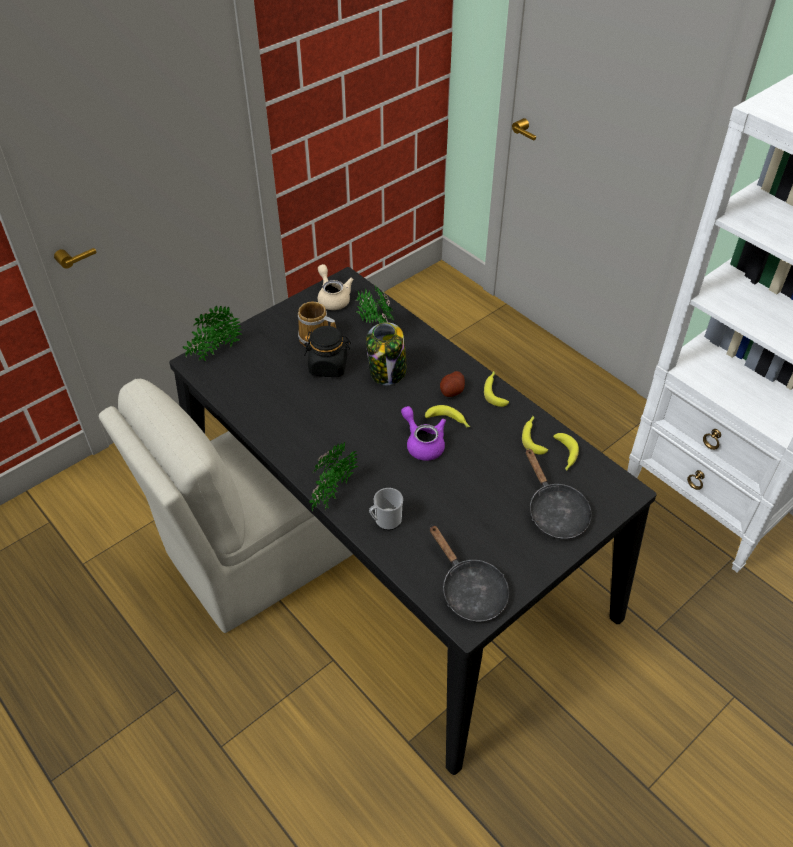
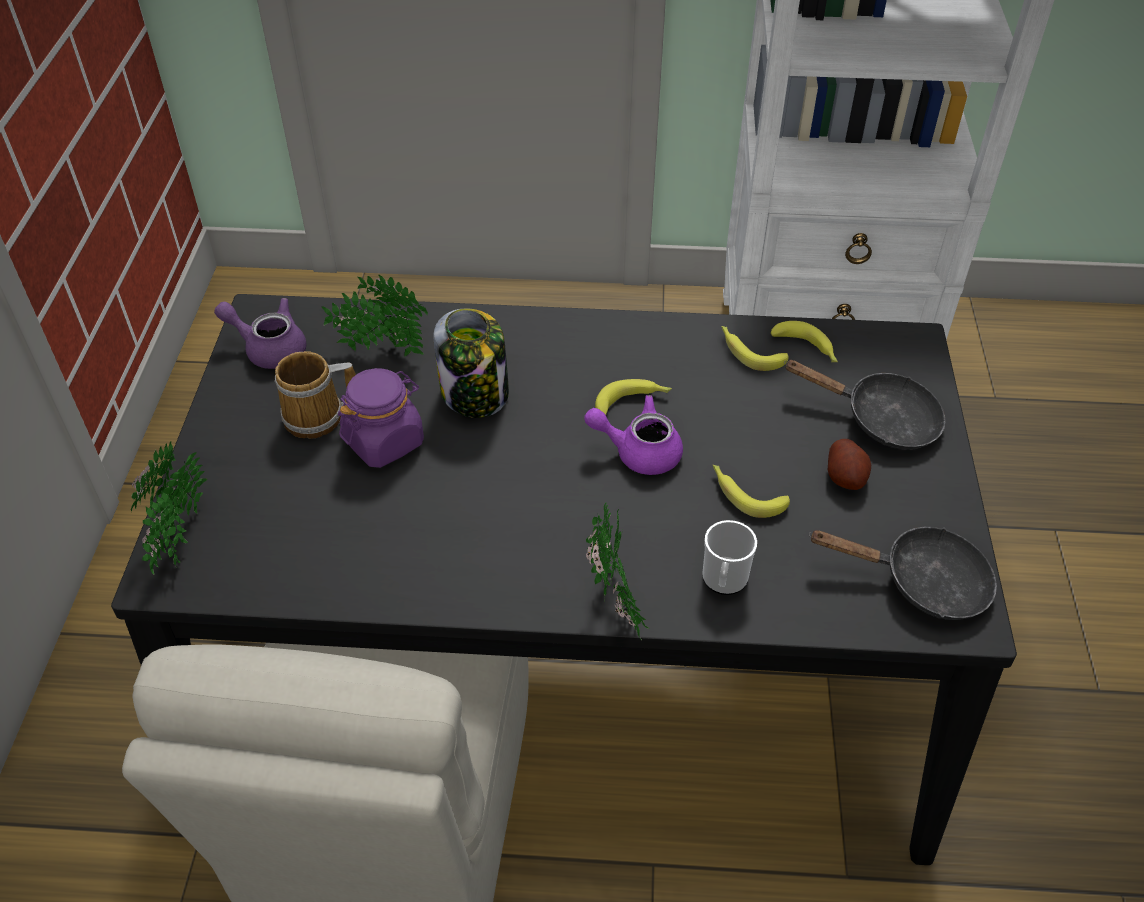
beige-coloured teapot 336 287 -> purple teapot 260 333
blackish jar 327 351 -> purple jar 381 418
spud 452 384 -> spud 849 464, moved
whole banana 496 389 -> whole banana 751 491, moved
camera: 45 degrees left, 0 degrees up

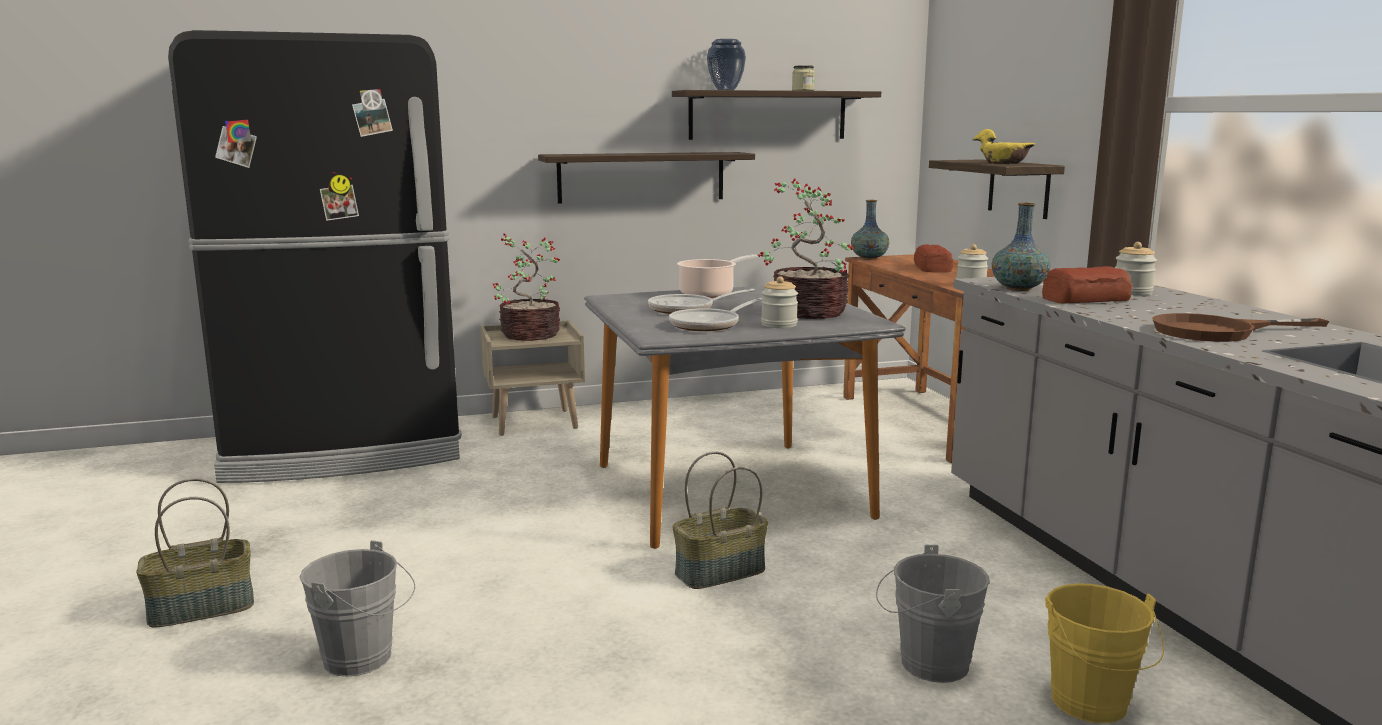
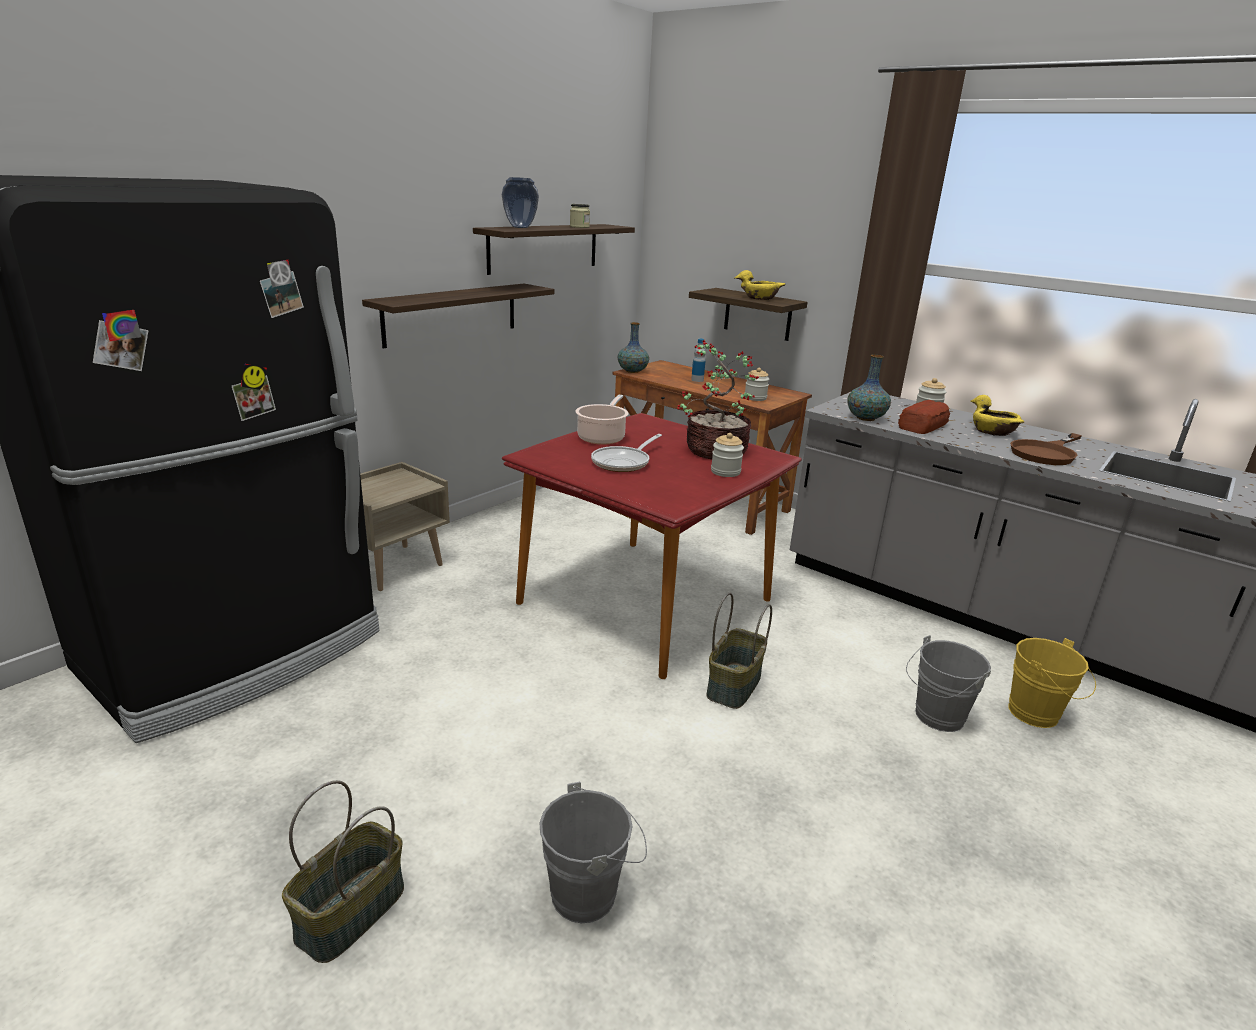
potted plant 526 287 -> none
bread 934 258 -> drink bottle 698 360
greyish kitchen table 745 417 -> reddish kitchen table 652 546
frying pan 716 314 -> none
none -> yellowish serving bowl 997 415
camera: 35 degrees left, 10 degrees up

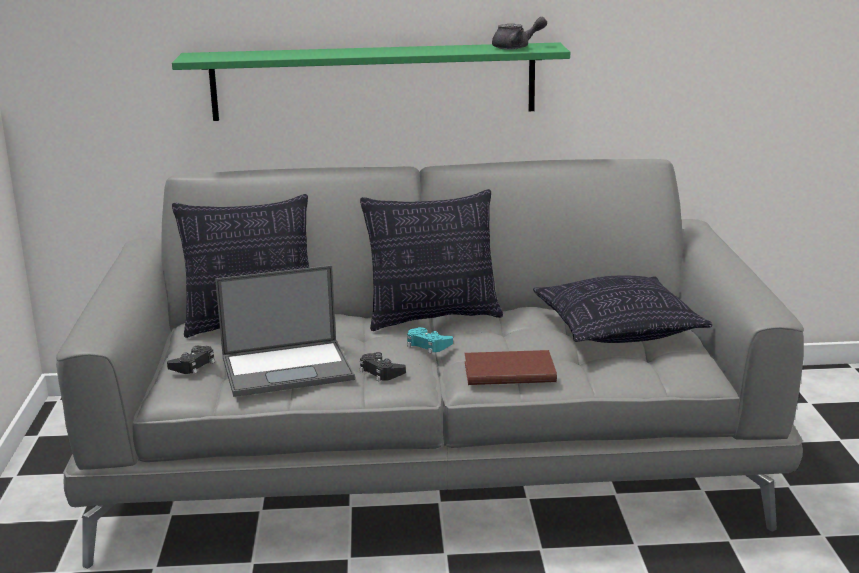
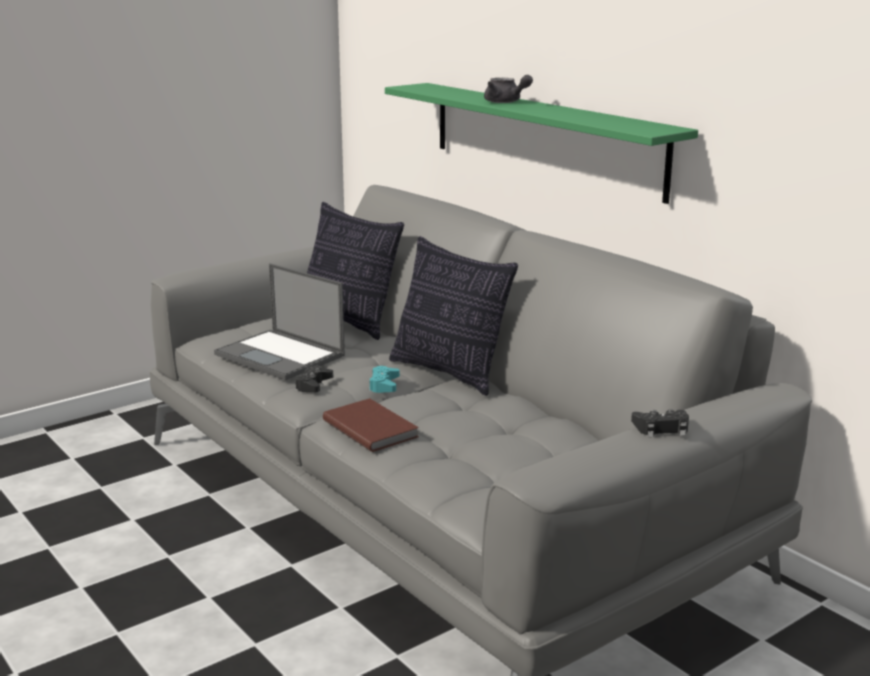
greyish teapot 519 33 -> greyish teapot 508 89, moved
cushion 622 309 -> none
blackish game controller 191 360 -> blackish game controller 660 423, moved
camera: 55 degrees right, 0 degrees up

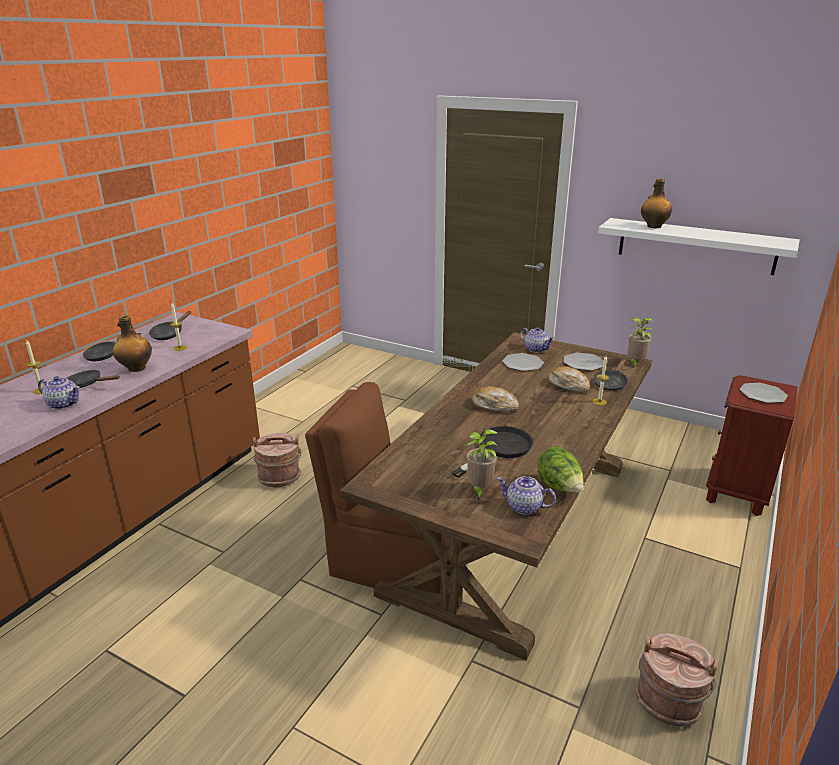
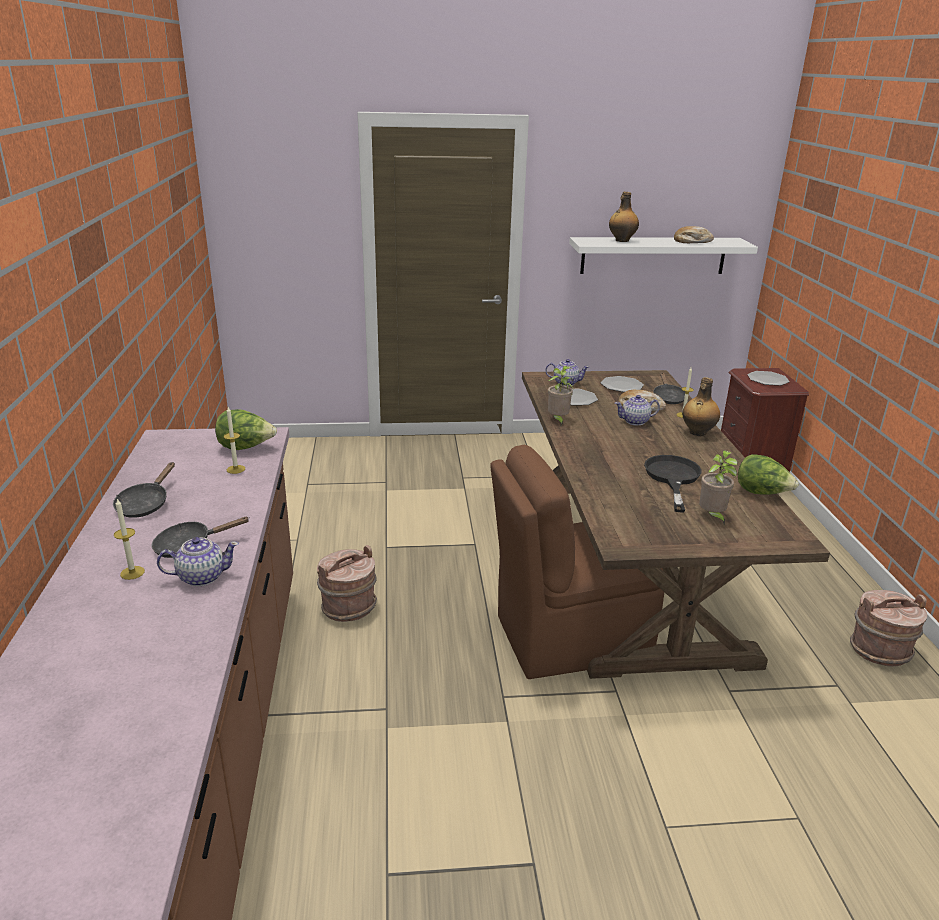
blackish frying pan 170 325 -> none
drink bottle 132 343 -> drink bottle 701 406, moved
potted plant 641 342 -> potted plant 560 395, moved
bread 495 399 -> bread 694 234, moved
teapot 526 495 -> teapot 637 410, moved
none -> head of lettuce 246 429
camera: 35 degrees left, 0 degrees up

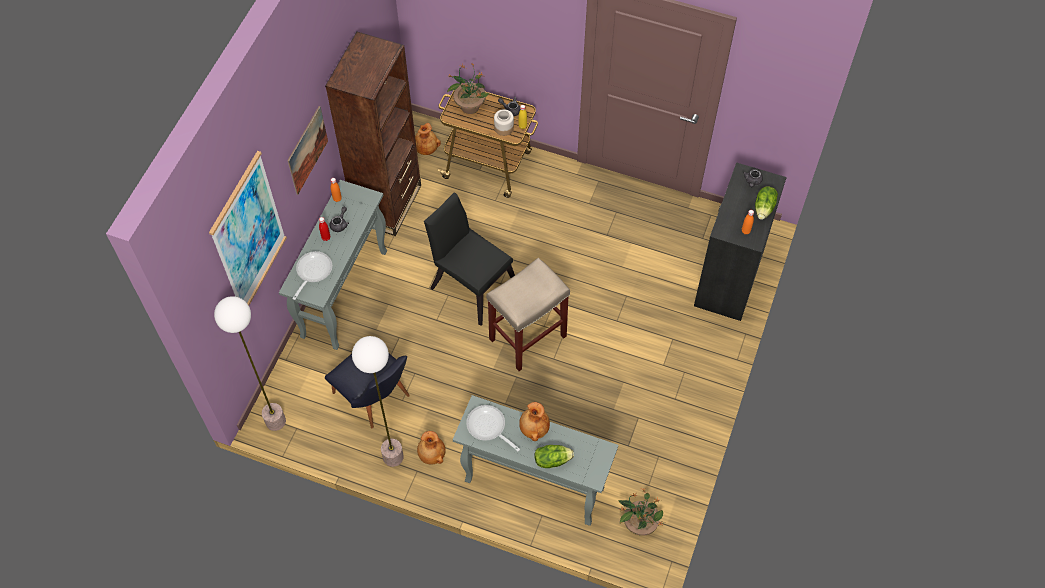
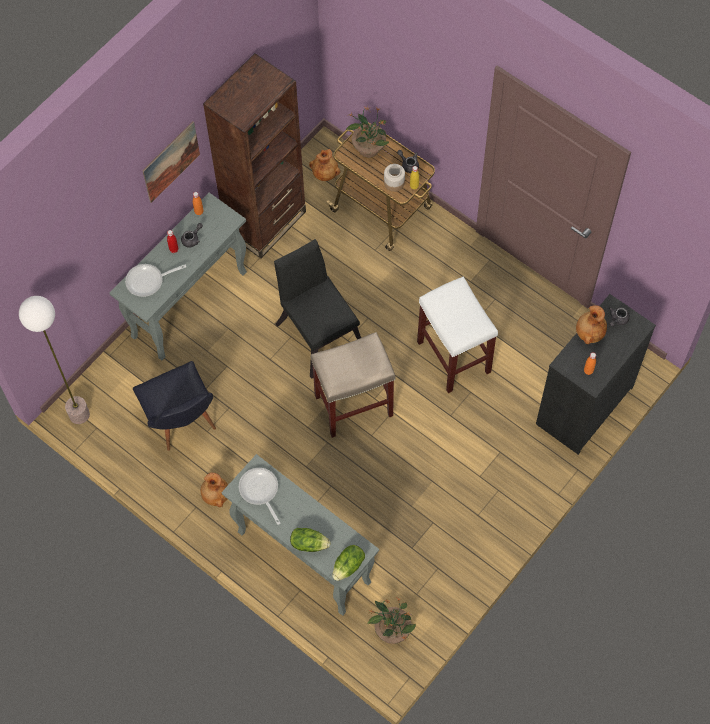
picture 248 228 -> none
head of lettuce 766 203 -> head of lettuce 348 563, moved
frying pan 312 275 -> frying pan 155 280, 150 degrees counterclockwise
standing lamp 378 401 -> none
brownish vase 534 421 -> brownish vase 591 324, moved
none -> white stool seat 457 334
camera: 20 degrees right, 5 degrees up

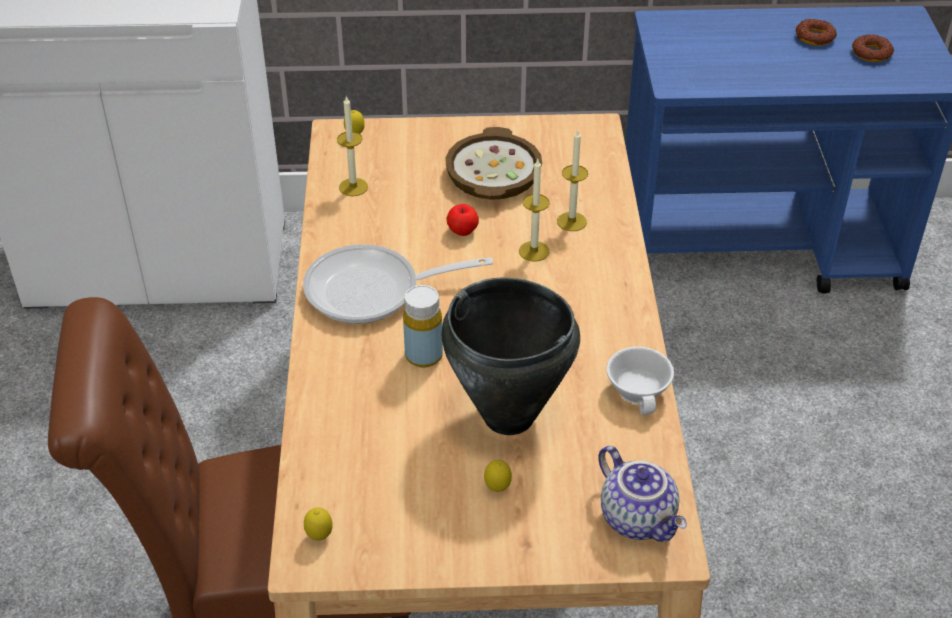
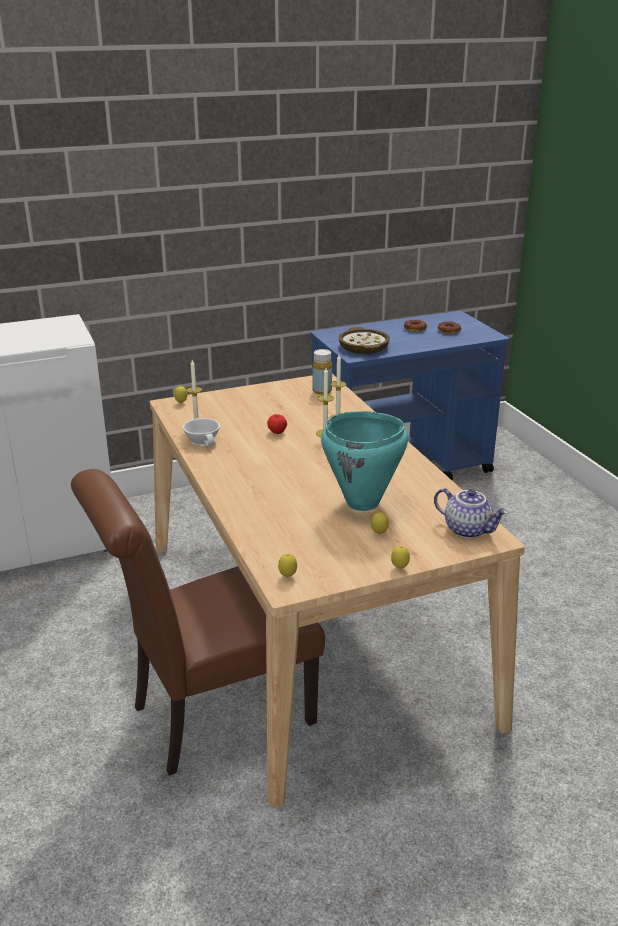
serving bowl 494 163 -> serving bowl 364 340, moved
frying pan 398 284 -> none
blackish stockpot 511 356 -> turquoise stockpot 364 461
yellowish drink bottle 423 326 -> yellowish drink bottle 322 372, moved
white cup 640 381 -> white cup 201 432, moved
none -> citrus fruit 400 557
camera: 20 degrees left, 15 degrees down

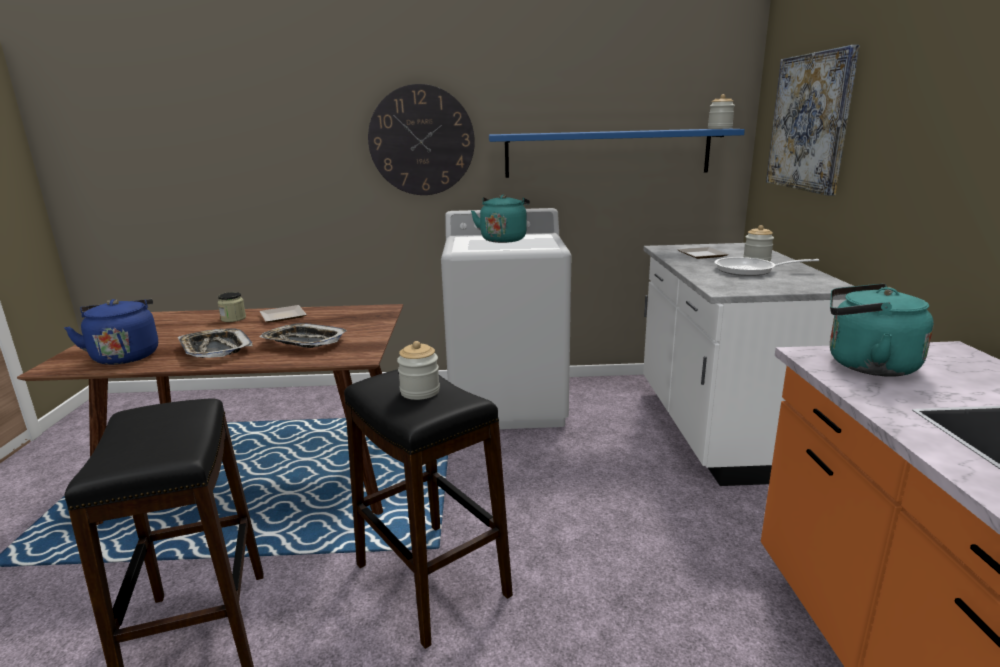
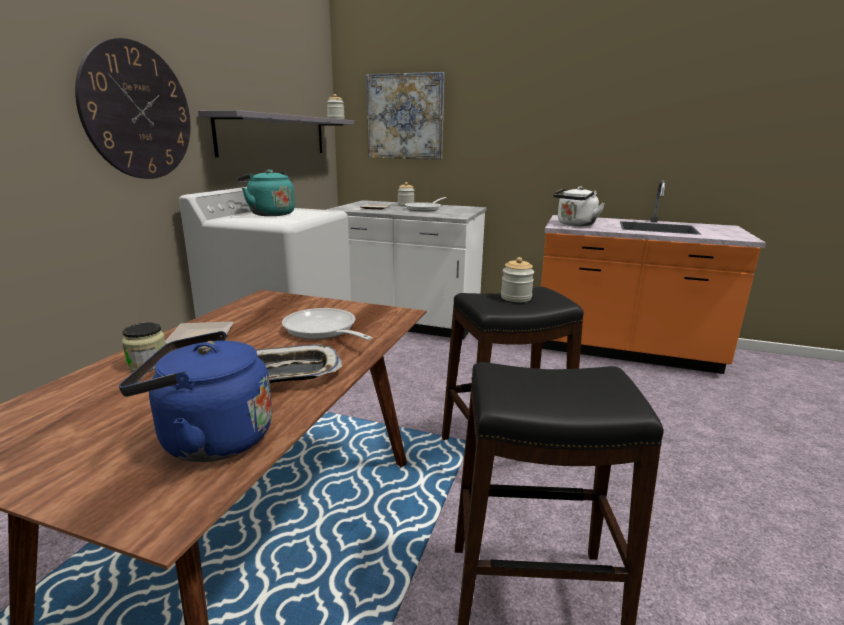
bluish wall shelf 617 153 -> greyish wall shelf 276 133
turquoise water kettle 882 330 -> white water kettle 579 206
serving tray 303 335 -> frying pan 327 324
camera: 70 degrees left, 0 degrees up

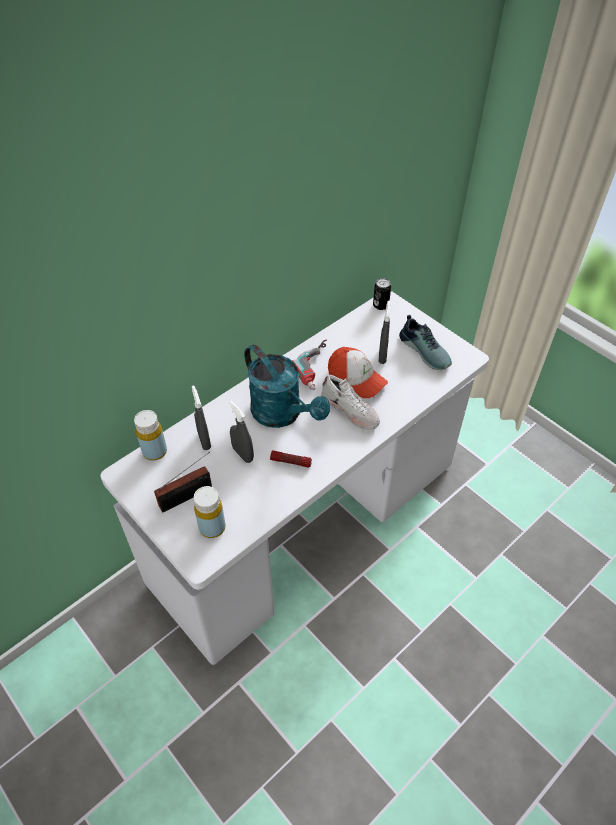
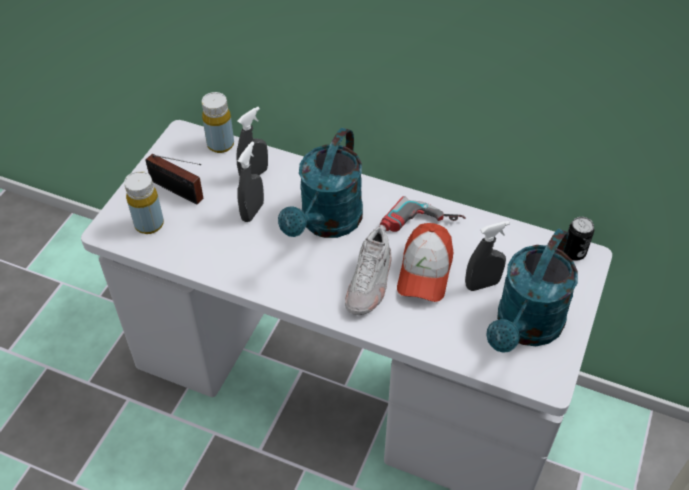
shoe 425 342 -> turquoise watering pot 532 290
torch 291 459 -> none
camera: 65 degrees right, 0 degrees up

